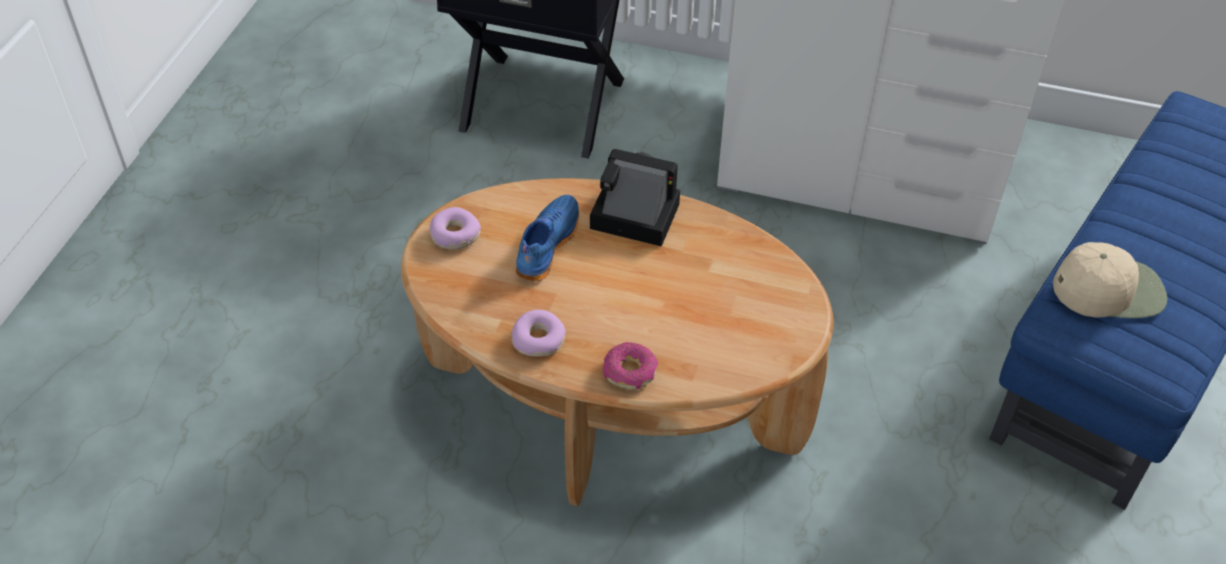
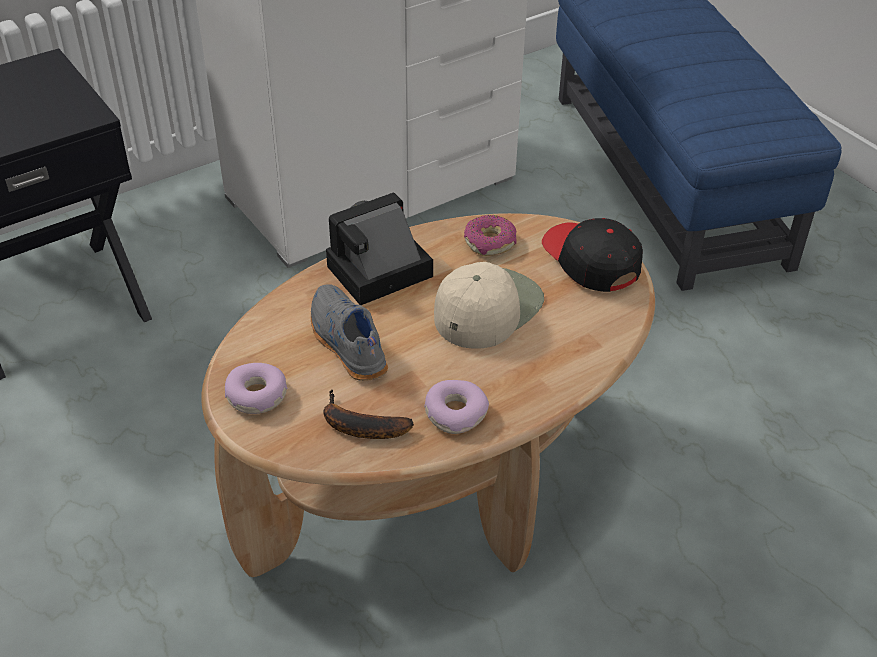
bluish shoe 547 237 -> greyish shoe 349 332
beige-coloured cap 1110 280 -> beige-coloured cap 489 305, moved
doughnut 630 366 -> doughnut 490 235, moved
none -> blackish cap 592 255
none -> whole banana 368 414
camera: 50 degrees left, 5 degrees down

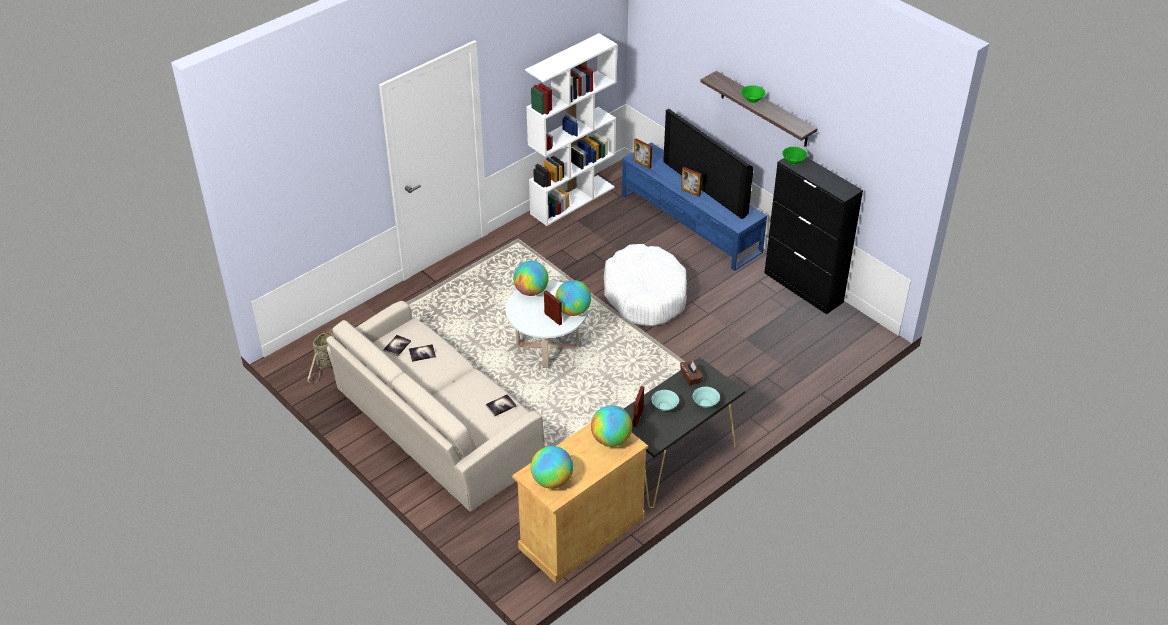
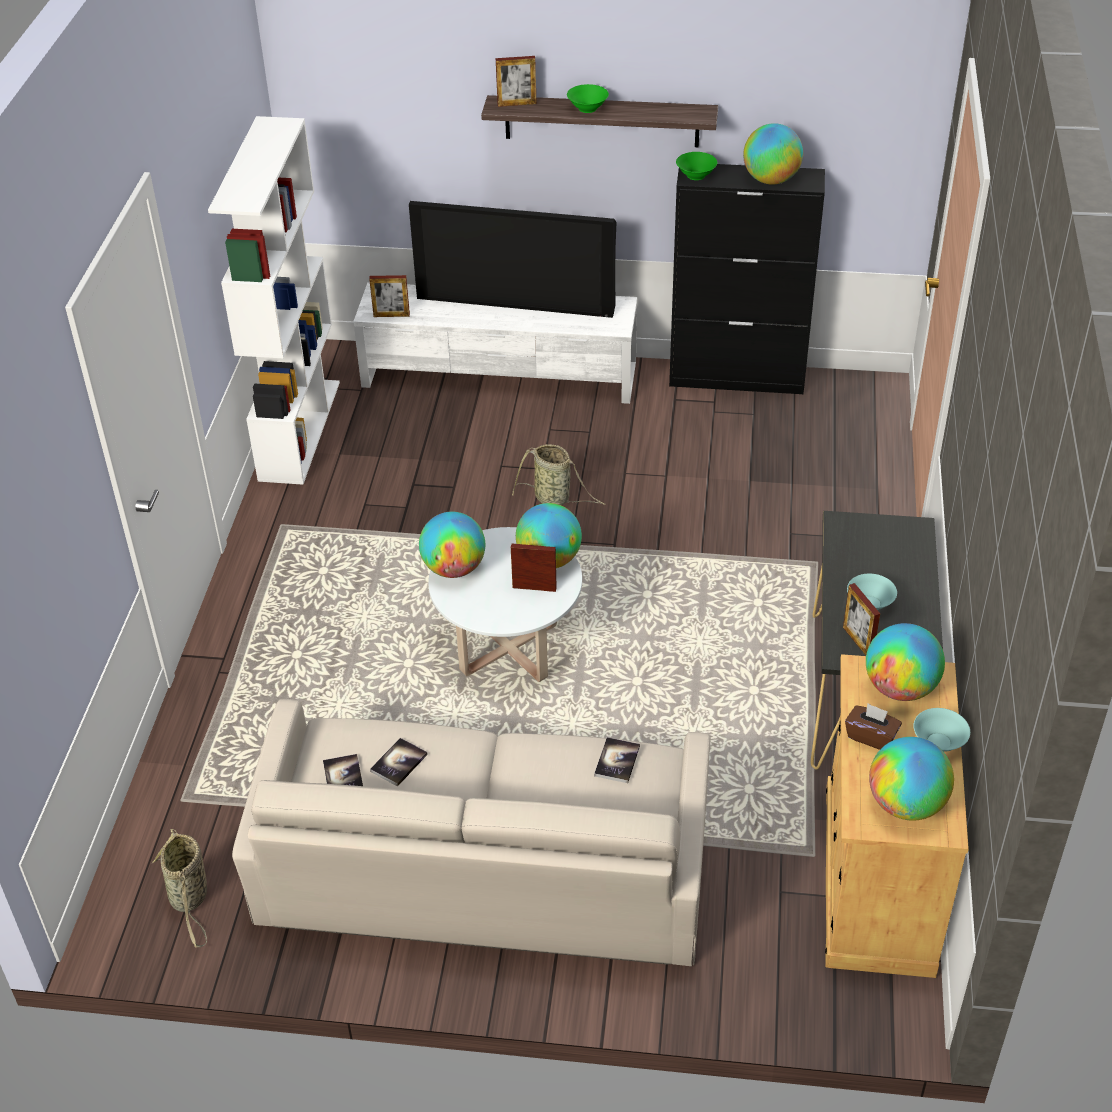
bluish tv stand 694 206 -> white tv stand 495 343
standing frame 691 182 -> standing frame 516 81, moved
white dog cushion 645 285 -> basket 558 474
brownish box of tissues 691 373 -> brownish box of tissues 873 726, moved
turquoise serving bowl 706 397 -> turquoise serving bowl 941 730, moved
none -> globe 773 154
camera: 40 degrees left, 0 degrees up

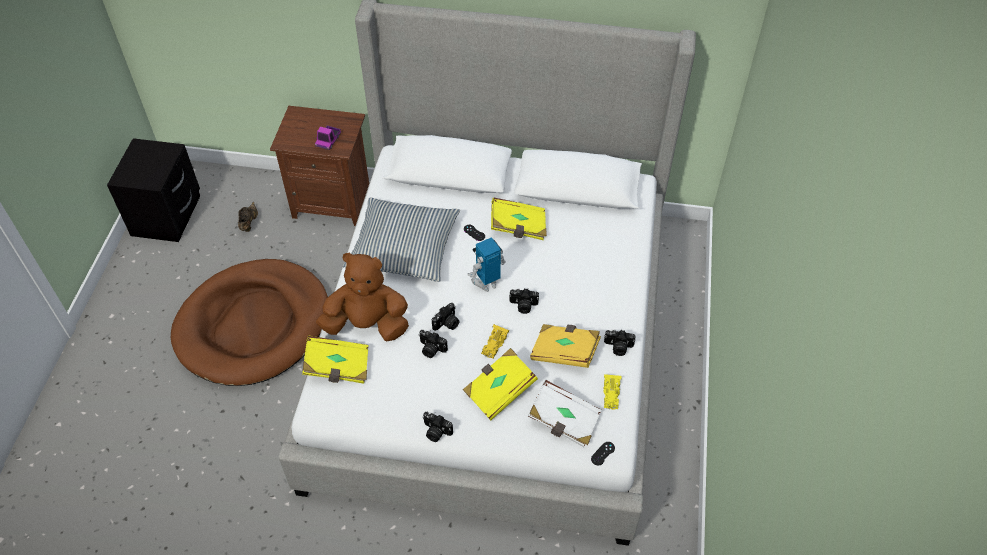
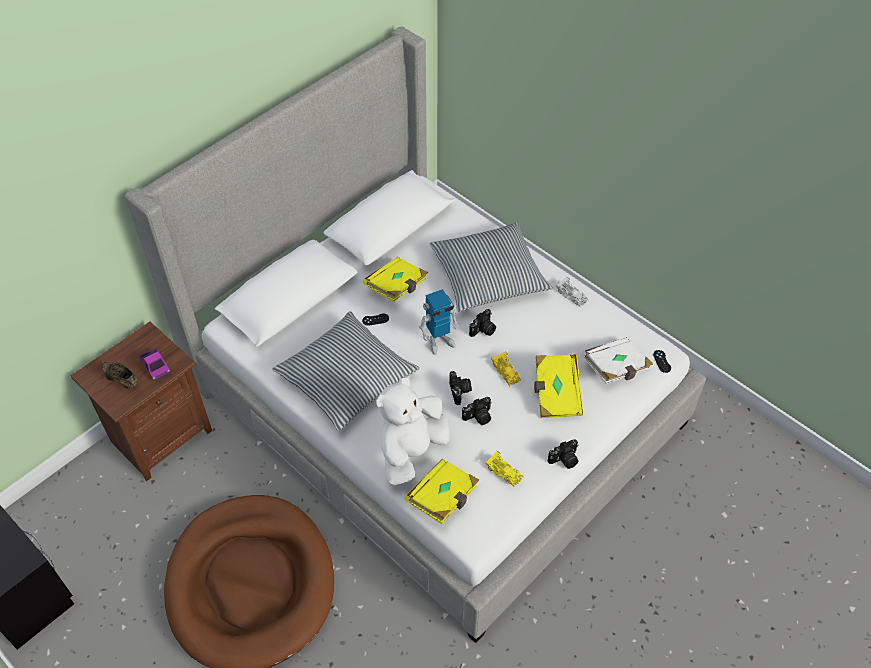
brownish shoe 248 217 -> brownish shoe 118 375, moved
model robot 487 264 -> model robot 439 322, 120 degrees counterclockwise
brownish cuddly toy 362 297 -> white cuddly toy 413 431
yellowish volume 565 346 -> none
still camera 620 342 -> white model car 572 291
yellowish model car 612 392 -> yellowish model car 504 468, moved
none -> cushion 491 267
camera: 55 degrees left, 0 degrees up

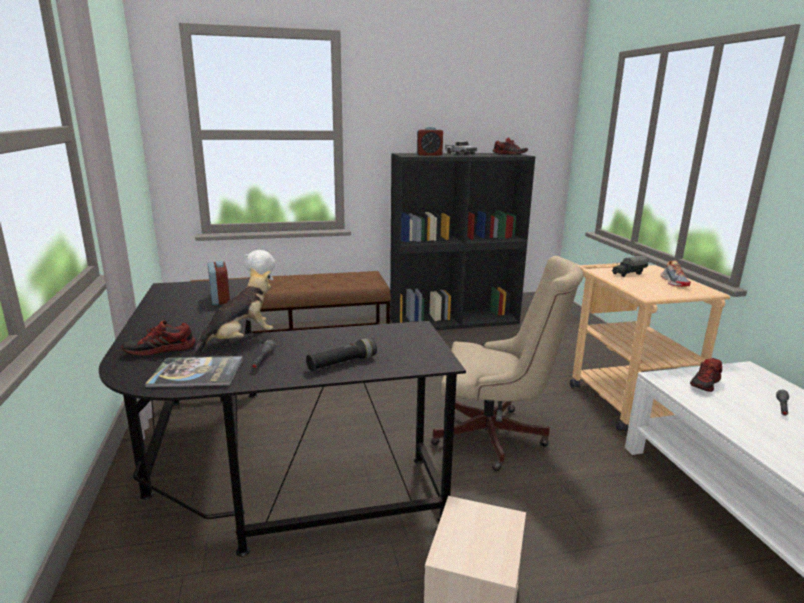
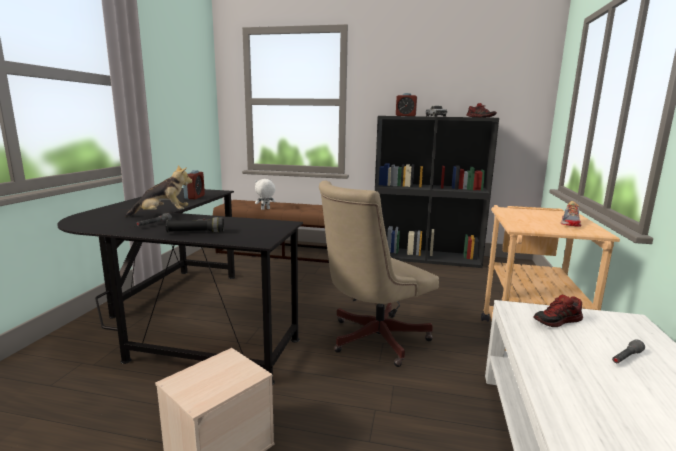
beige-coloured desk chair 507 363 -> beige-coloured desk chair 379 273, 105 degrees clockwise
model truck 630 266 -> none
shoe 158 338 -> none
volume 194 372 -> none
camera: 25 degrees right, 5 degrees down

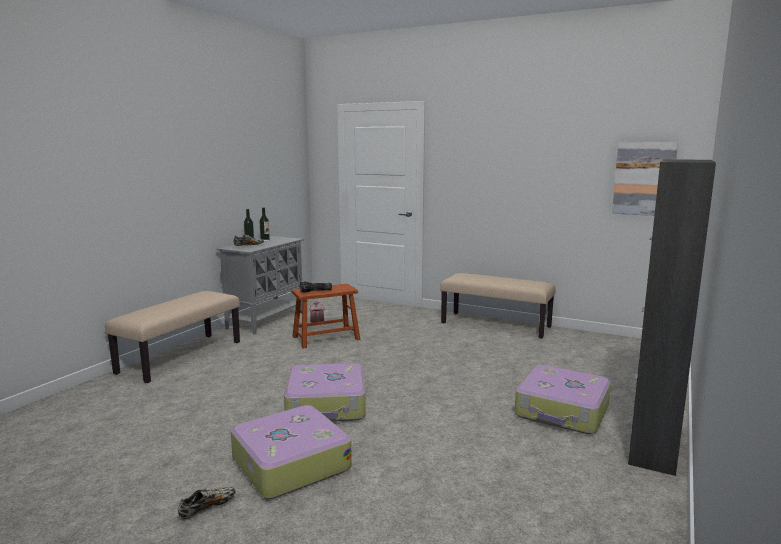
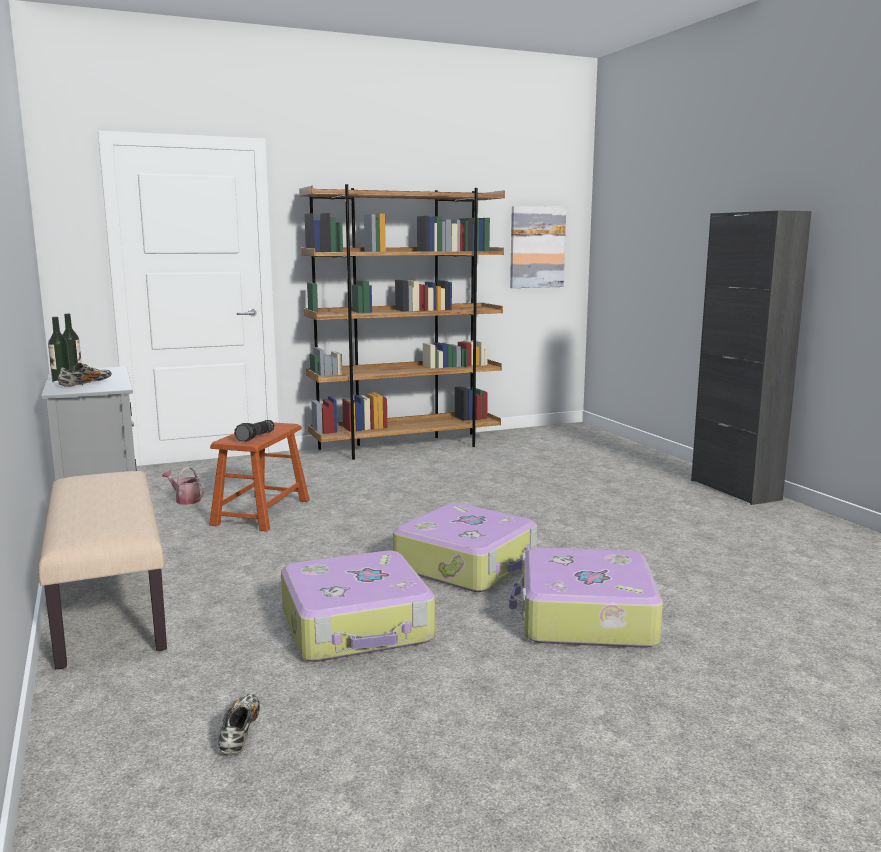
beige-coloured indoor bench 498 306 -> brownish bookshelf 402 322
suitcase 563 399 -> suitcase 358 606, moved
shoe 206 503 -> shoe 239 724, moved
camera: 50 degrees left, 0 degrees up

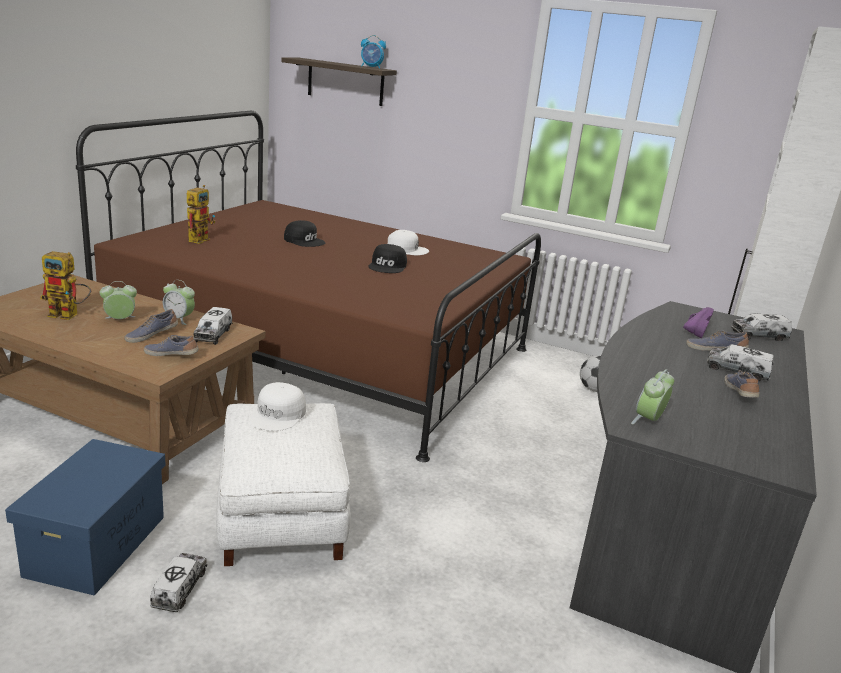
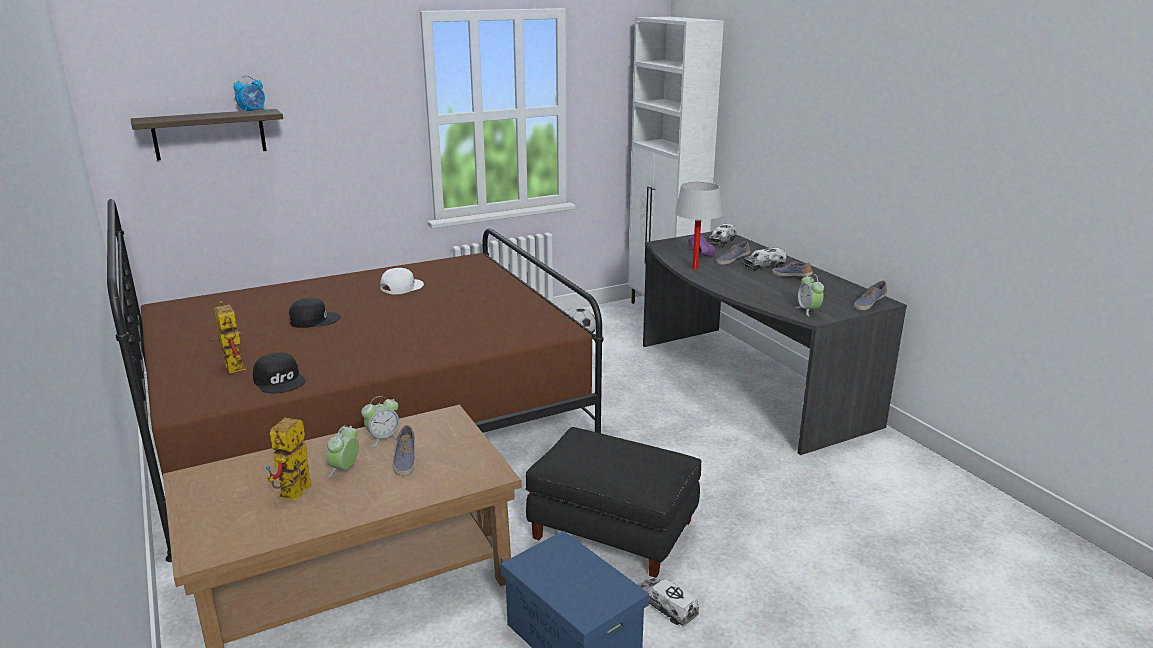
blackish cap 387 258 -> blackish cap 279 373, moved
model robot 65 285 -> model robot 288 459, 150 degrees clockwise
model truck 213 326 -> none
shoe 171 345 -> shoe 870 295, moved
white cap 277 406 -> none
white ottoman 283 484 -> blackish ottoman 614 502
none -> white lamp for a table 699 226
camera: 50 degrees left, 0 degrees up

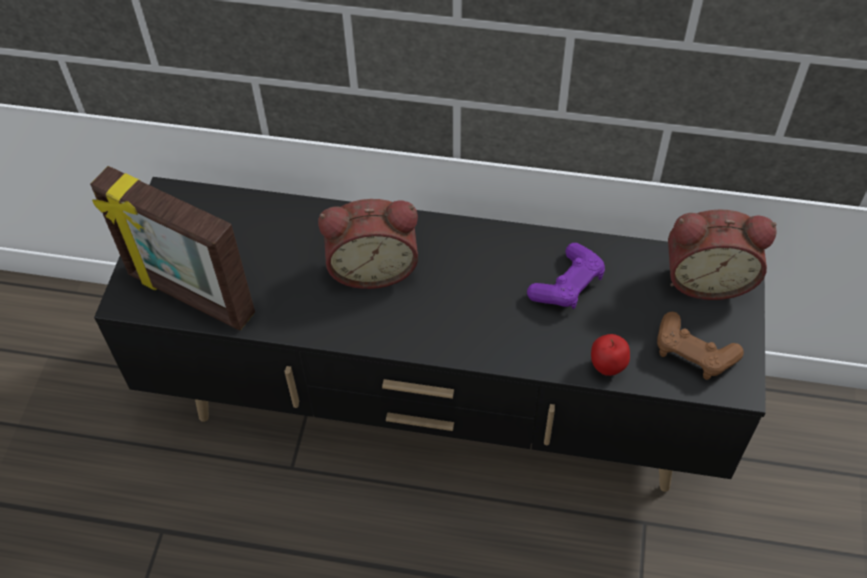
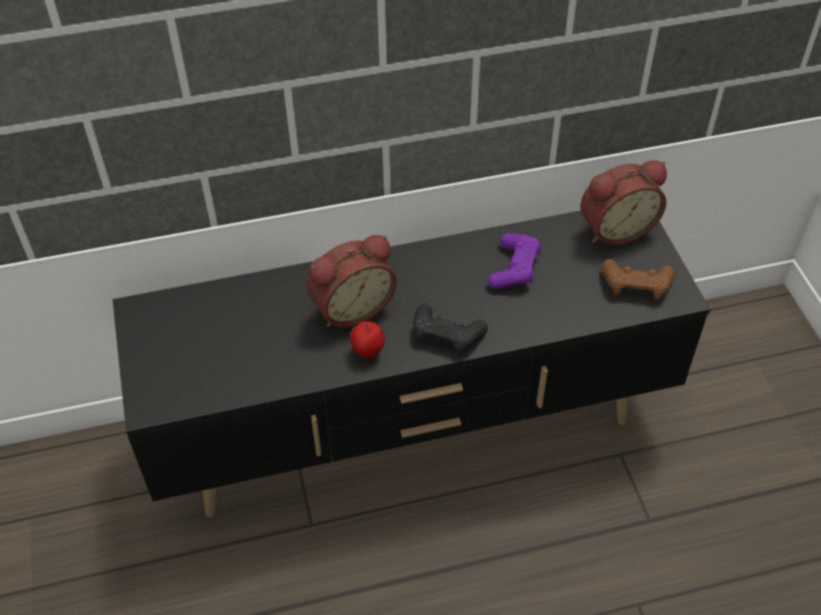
standing frame 172 248 -> none
whole apple 610 355 -> whole apple 367 340, moved
none -> blackish game controller 450 328
camera: 25 degrees left, 5 degrees down

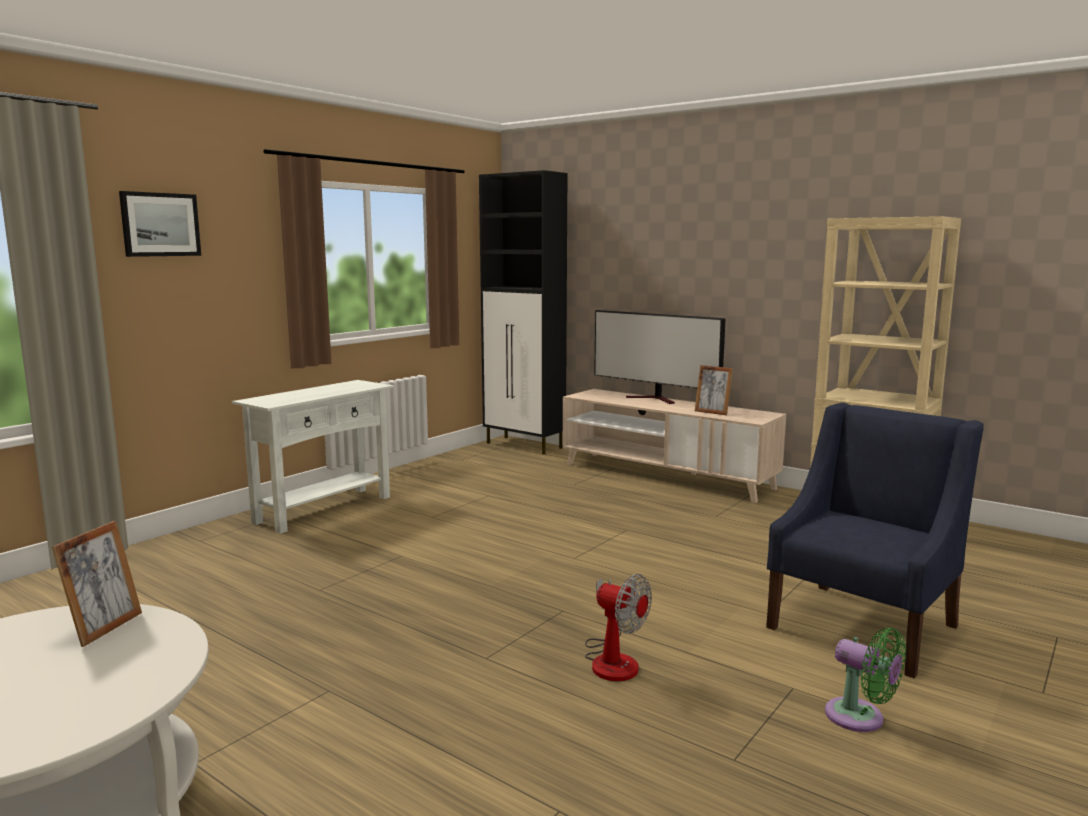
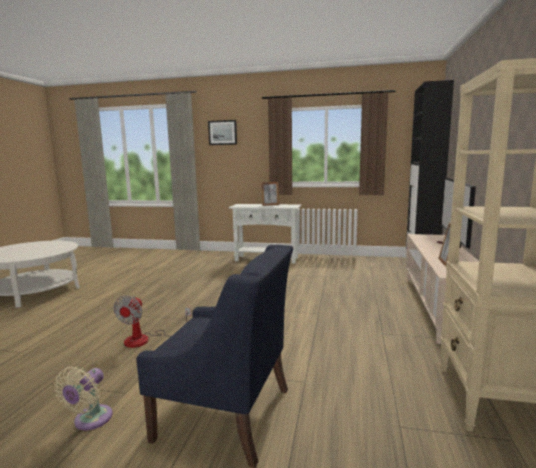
standing frame 97 584 -> standing frame 270 194, moved
green-coloured electric fan 865 680 -> beige-coloured electric fan 83 398
camera: 65 degrees right, 0 degrees up

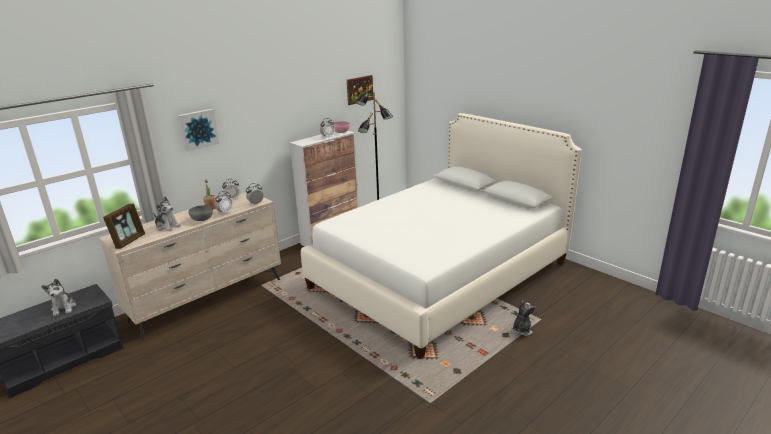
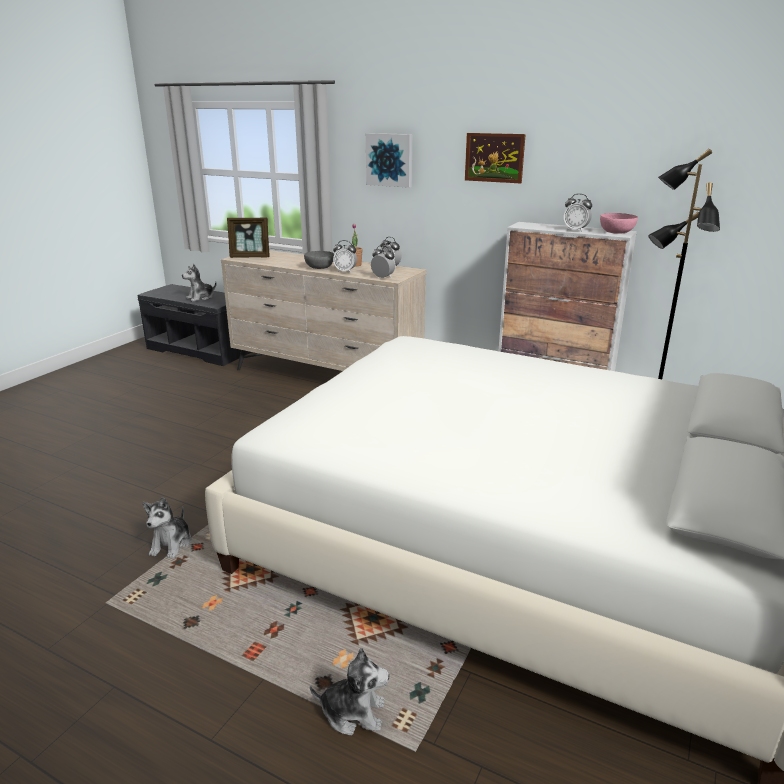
picture 360 90 -> picture 495 158, moved
cuddly toy 167 213 -> cuddly toy 167 527, moved
camera: 70 degrees right, 0 degrees up

